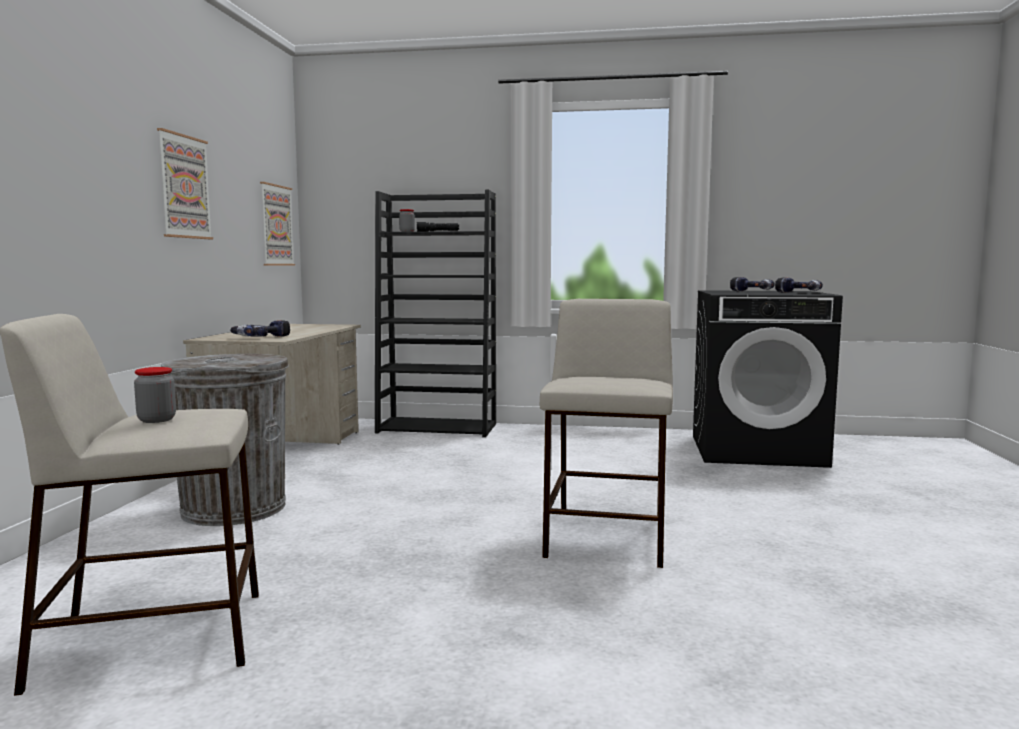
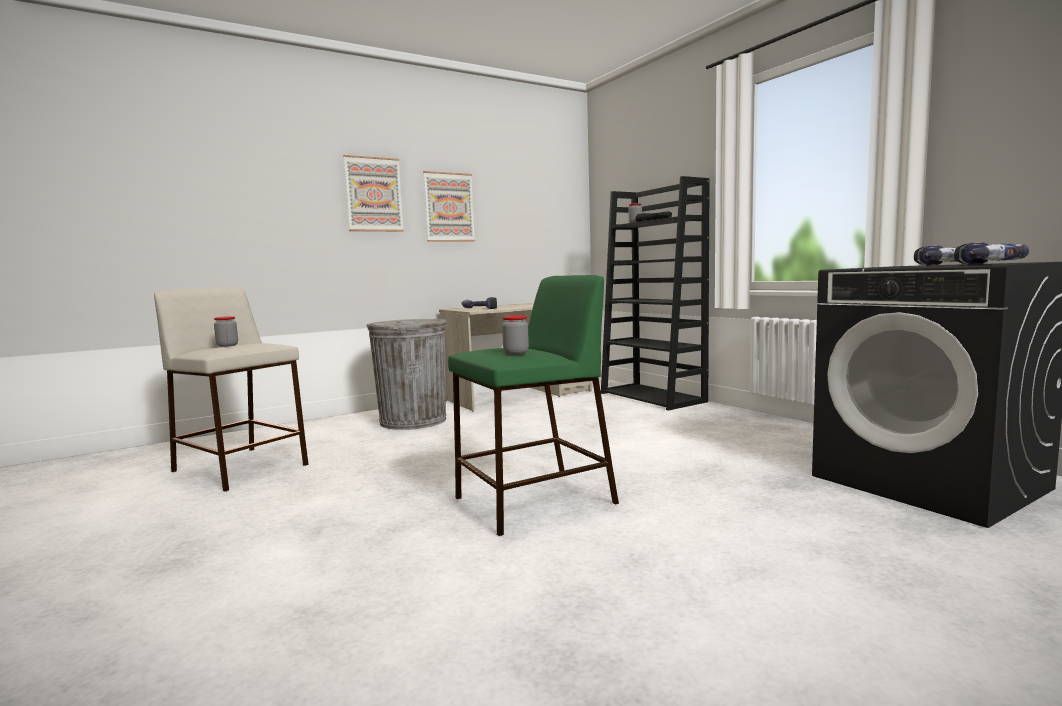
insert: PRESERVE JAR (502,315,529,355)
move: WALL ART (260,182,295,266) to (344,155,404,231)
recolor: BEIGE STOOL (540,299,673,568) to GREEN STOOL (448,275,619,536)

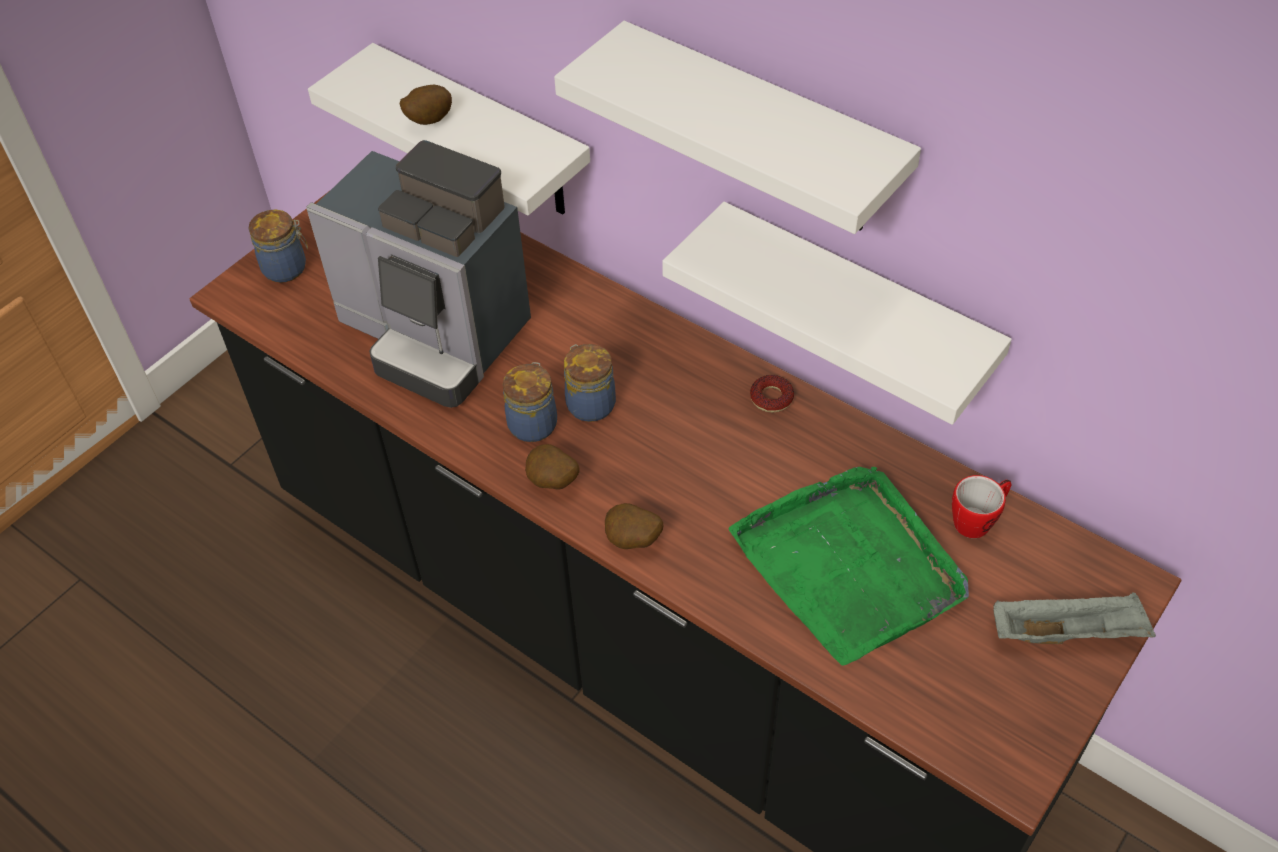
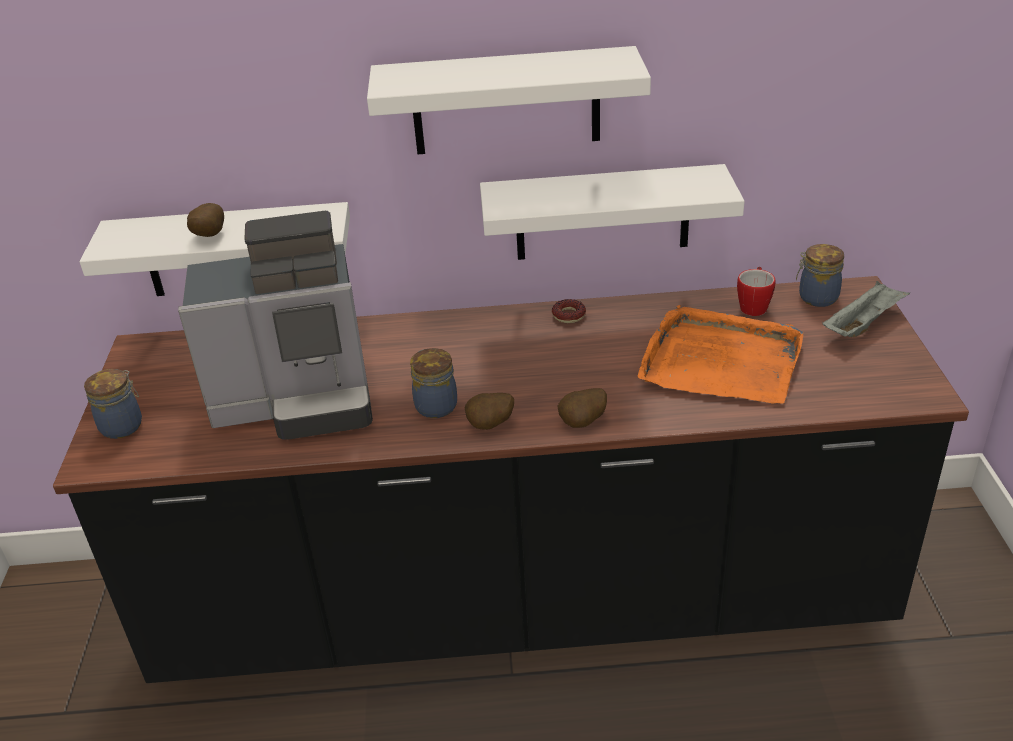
move: PRESERVE JAR (564,344,616,422) to (796,244,844,307)
recolor: GREEN SERVING TRAY (728,467,969,666) to ORANGE SERVING TRAY (638,305,804,404)

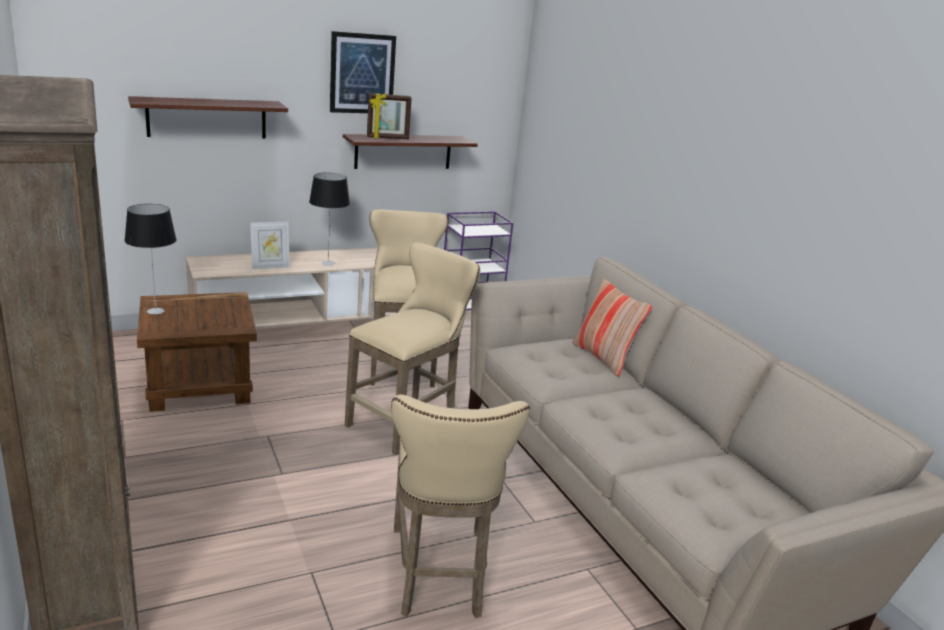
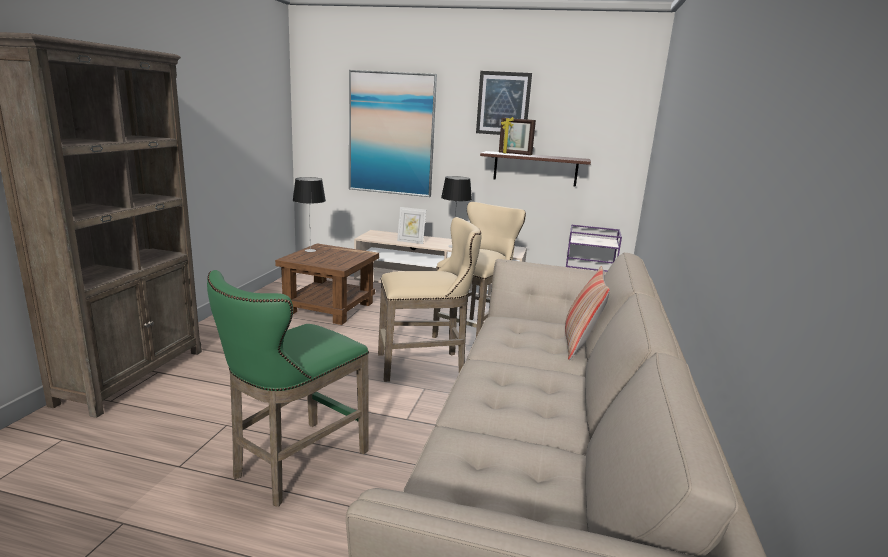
replace: BRACKET SHELF (128,96,288,139) to WALL ART (349,70,437,197)
recolor: BEIGE STOOL (391,395,530,618) to GREEN STOOL (207,270,369,507)

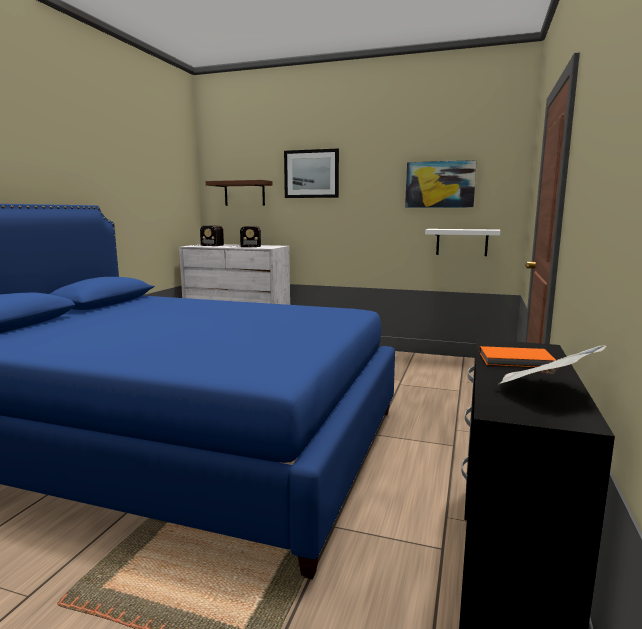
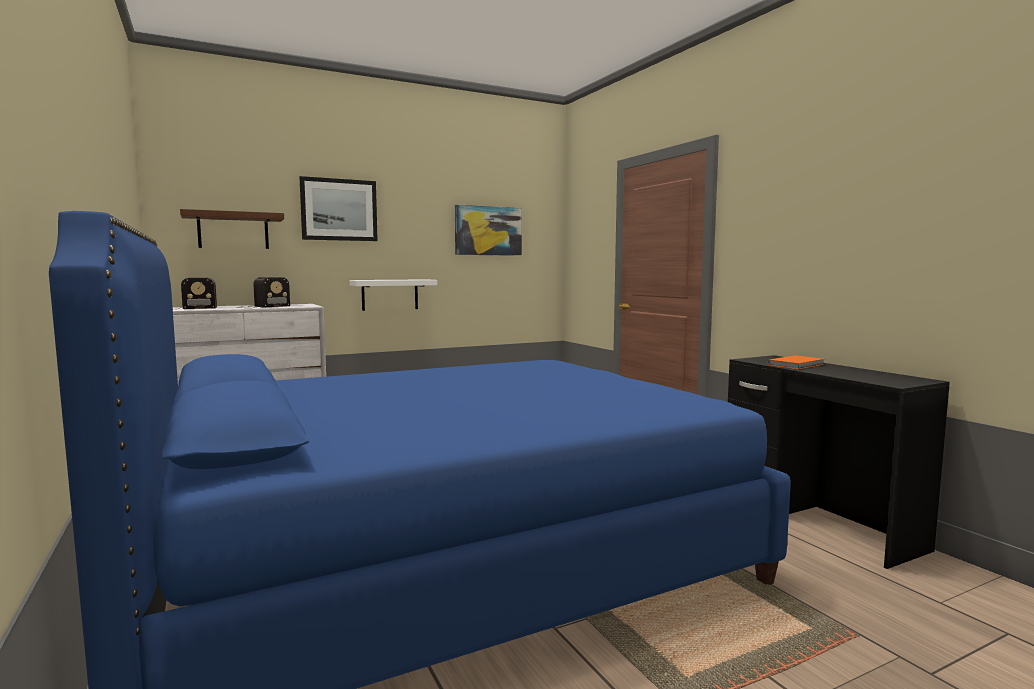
delete: DAILY PAPER (499,345,606,384)
move: WHITE-COLOURED BRACKET SHELF (425,229,500,256) to (350,279,437,311)

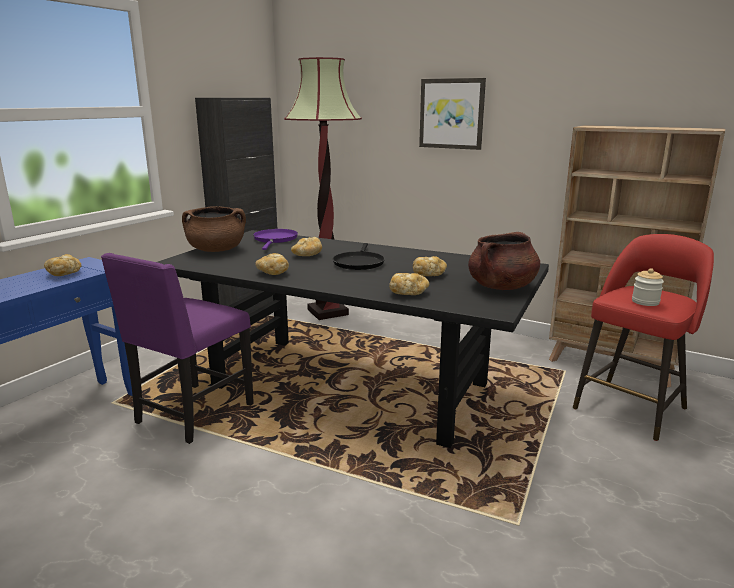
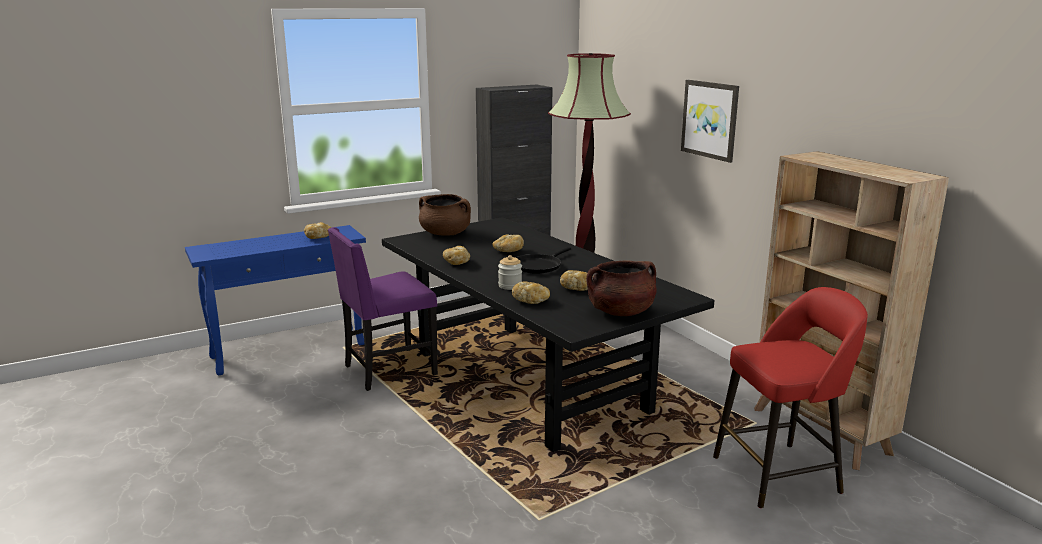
delete: PURPLE SKILLET (253,229,298,250)
move: PRESERVE JAR (632,268,664,306) to (498,255,522,290)

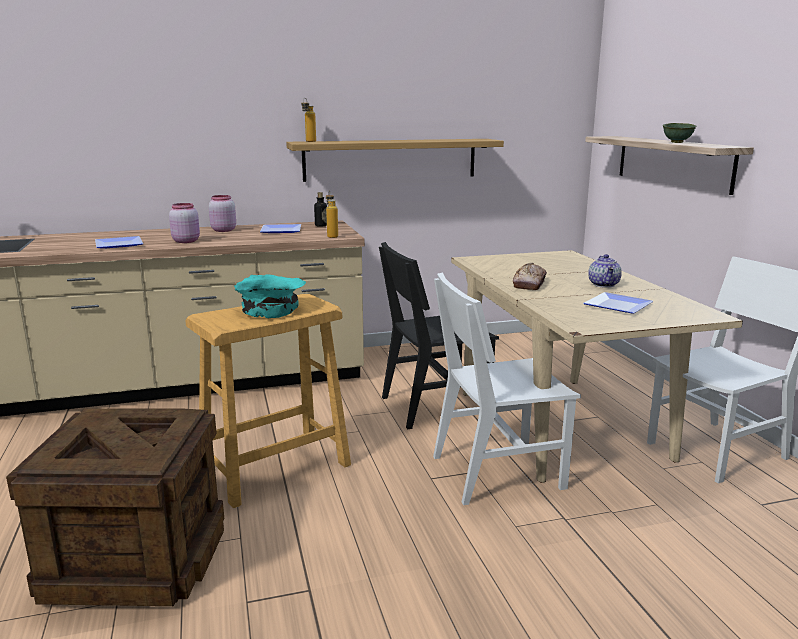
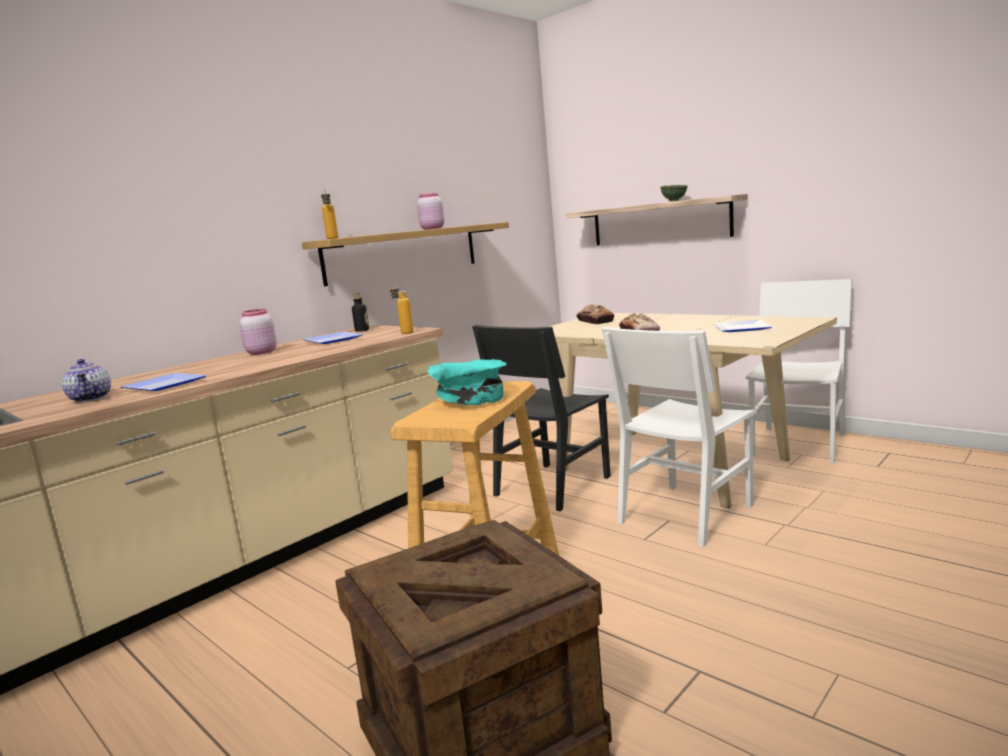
insert: BAKERY BREAD (577,304,615,324)
move: PINK PRESERVE JAR (169,203,200,243) to (417,193,444,230); TEA POT (588,254,622,288) to (62,359,111,402)

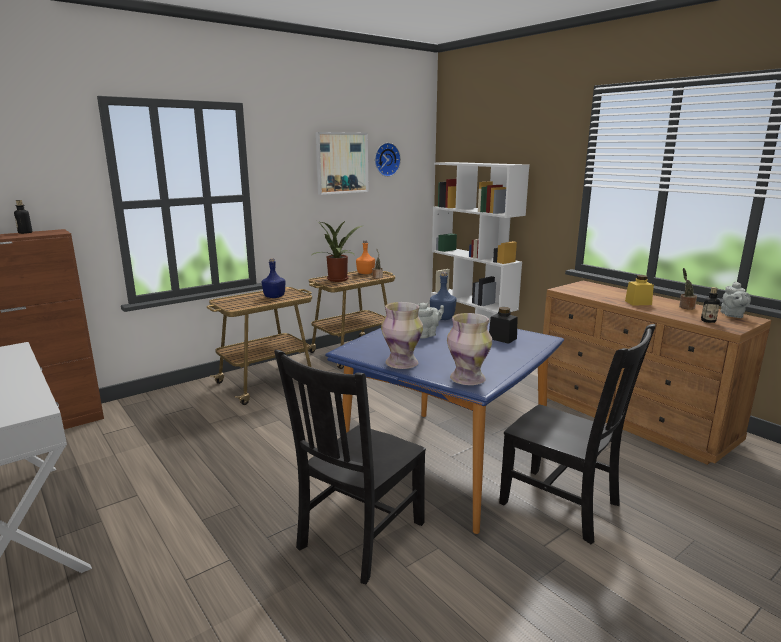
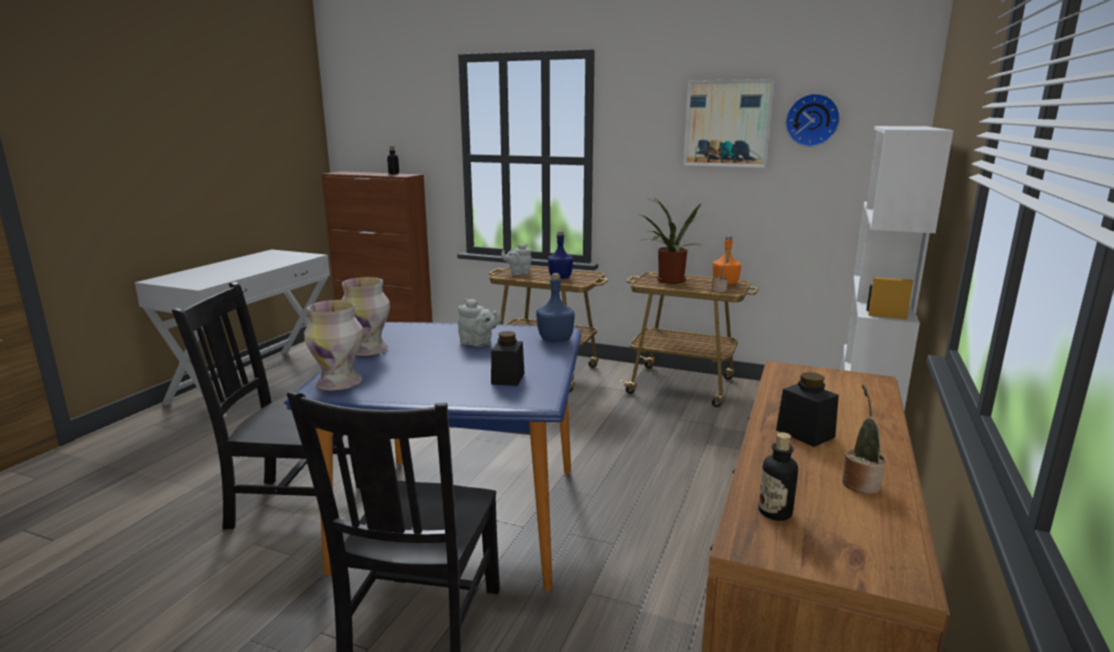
move: GREY TEA POT (721,281,751,318) to (501,244,532,275)
recolor: YELLOW PRESERVE JAR (625,275,654,306) to BLACK-COLOURED PRESERVE JAR (776,372,839,447)

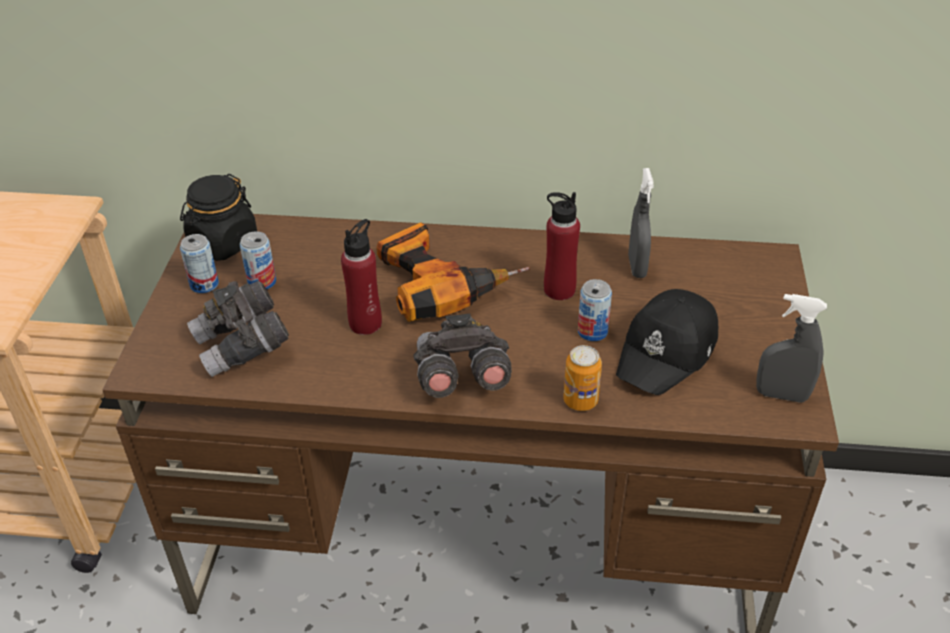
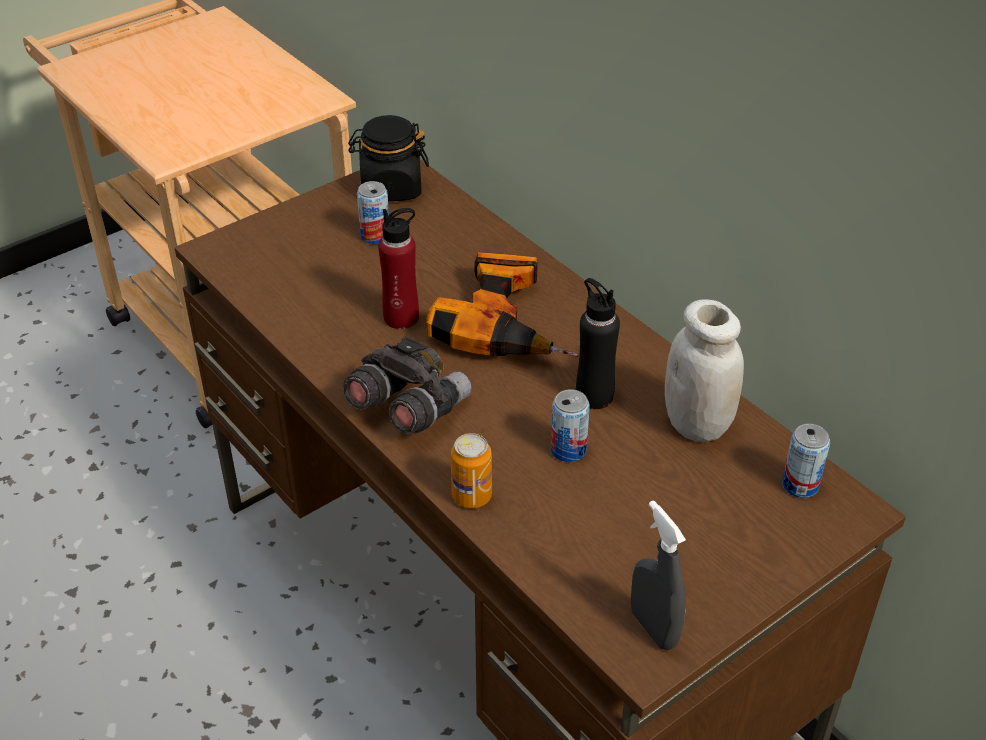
delete: GREY BINOCULARS (187,281,289,377); BLACK-COLOURED BASEBALL CAP (616,289,718,395)
move: CAN (180,234,219,293) to (782,424,830,498)
replace: GREY HAND SPRAYER (628,168,654,278) to WHITE-COLOURED PRESERVE JAR (665,299,744,442)
recolor: RED-COLOURED BOTTLE (544,192,580,300) to BLACK-COLOURED BOTTLE (576,278,620,409)

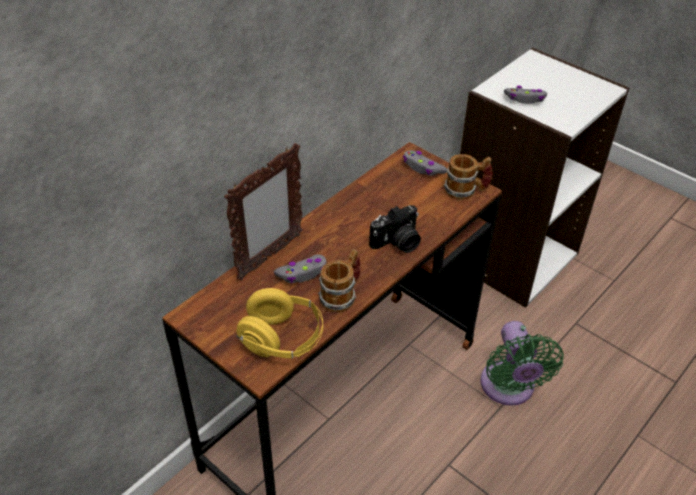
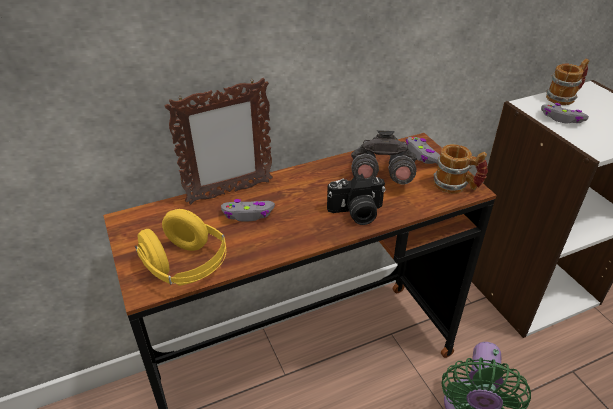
insert: GREY BINOCULARS (351,130,417,185)
move: MUG (318,249,361,313) to (546,58,589,105)

